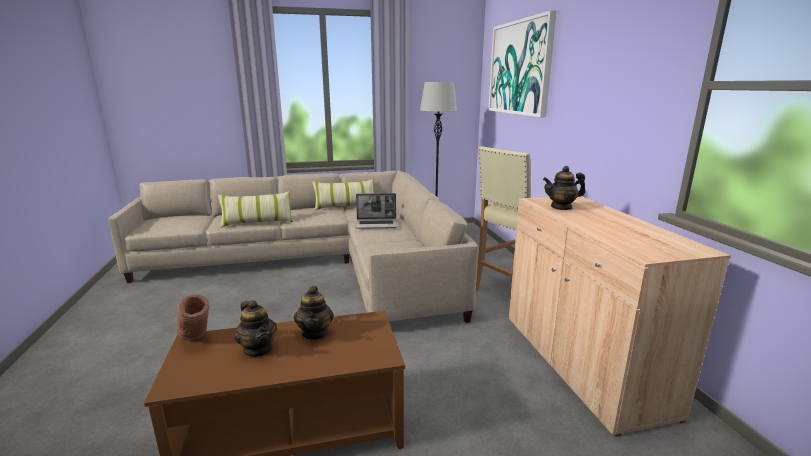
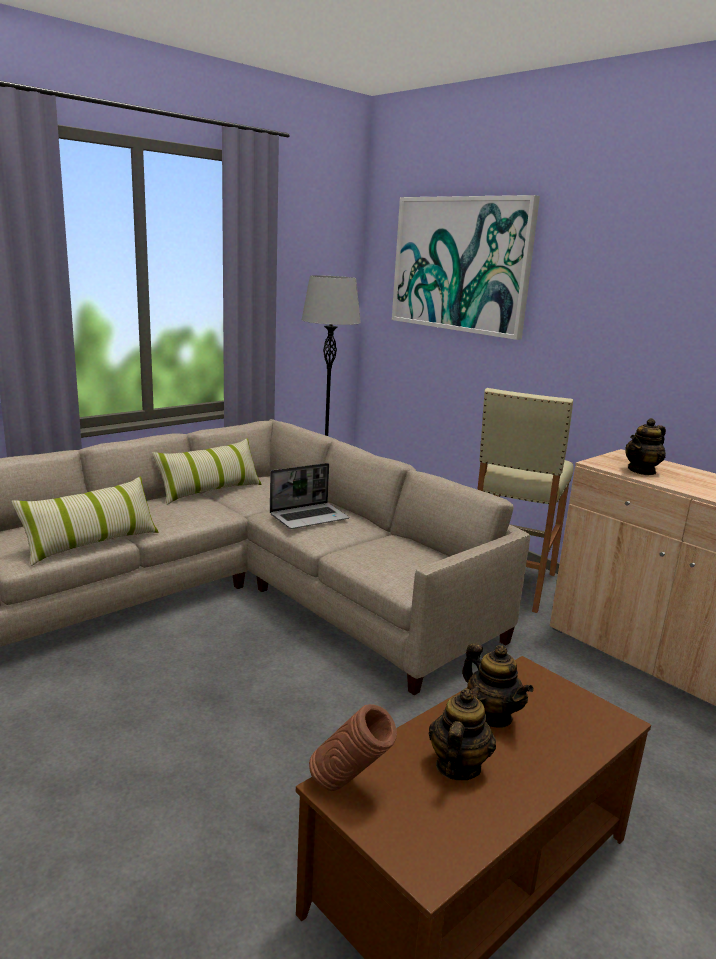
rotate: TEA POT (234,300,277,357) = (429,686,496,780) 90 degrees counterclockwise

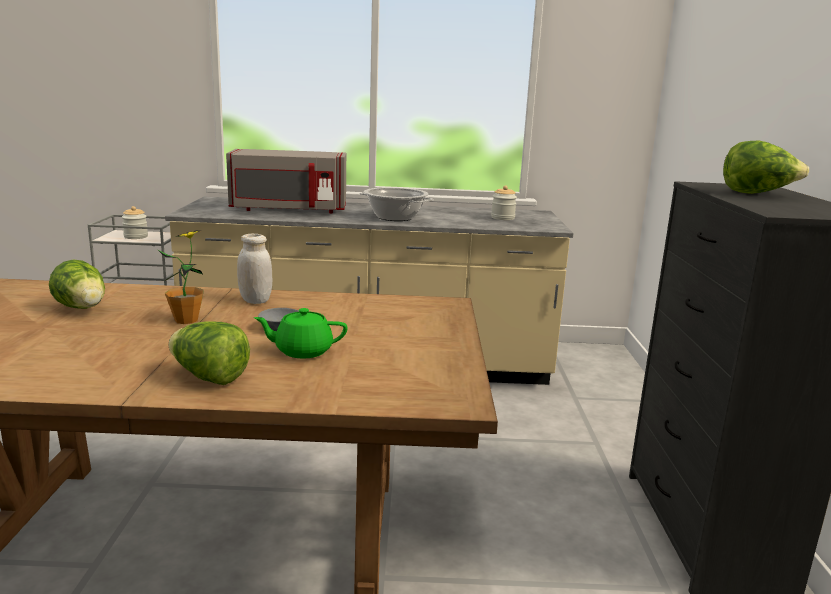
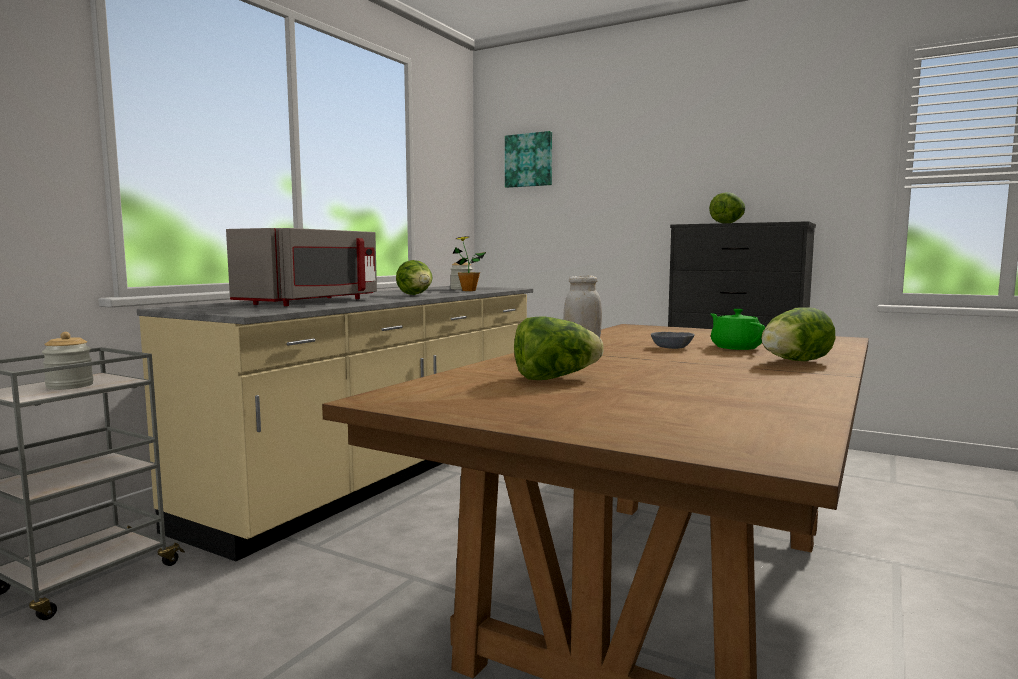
insert: WALL ART (505,131,552,188)
move: HOUSEPLANT (157,230,204,324) to (453,236,486,291)
replace: STOCKPOT (360,187,433,221) to LETTUCE (396,260,433,295)
rotate: GREEN TEA POT (254,308,348,359) = (710,309,765,350) 135 degrees clockwise

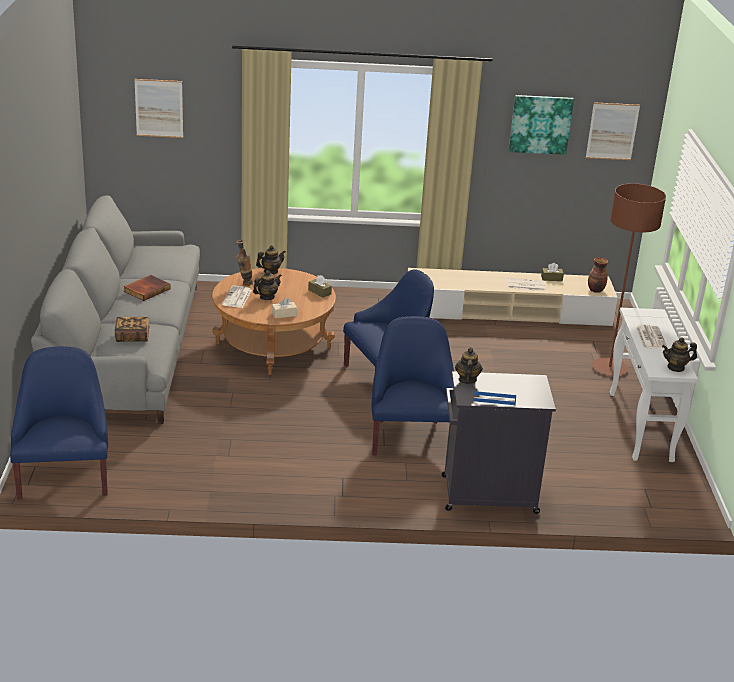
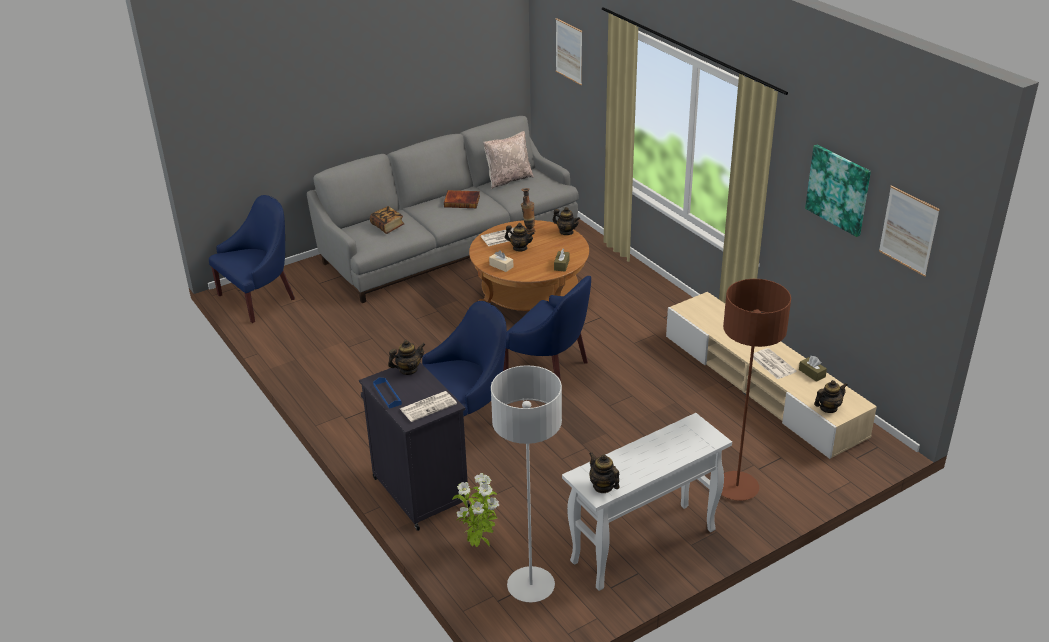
insert: HOUSEPLANT (452,473,499,547); BEIGE THROW PILLOW (483,131,534,189); GREY STANDARD LAMP (491,365,562,602)
move: DAILY PAPER (636,325,667,349) to (400,391,457,422)
replace: DECORATIVE VASE (588,257,608,293) to TEA POT (814,380,847,413)

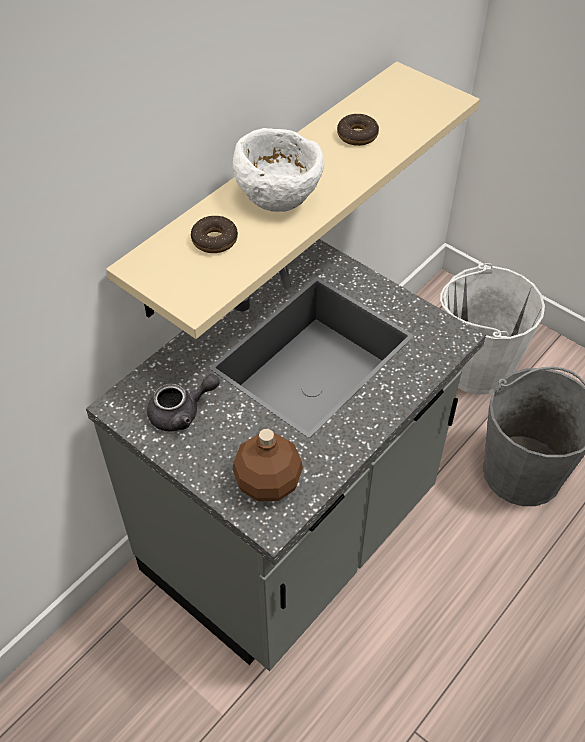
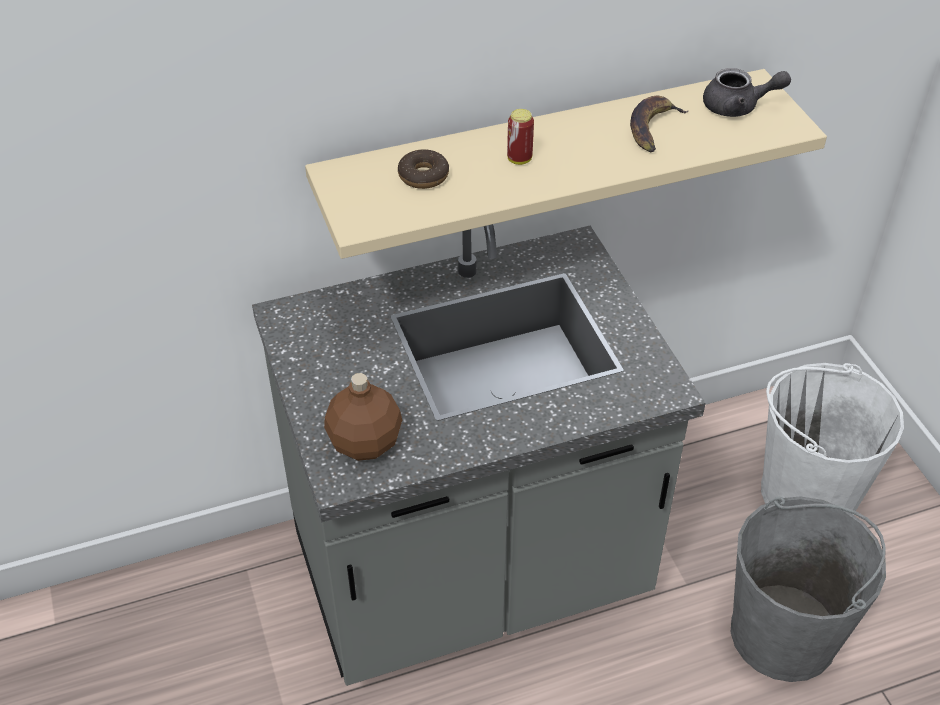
move: GREY TEA POT (147,374,220,431) to (703,68,791,117)
replace: WHITE-COLOURED SERVING BOWL (233,128,324,212) to CAN (507,109,534,165); DONUT (337,114,379,146) to WHOLE BANANA (630,96,688,153)

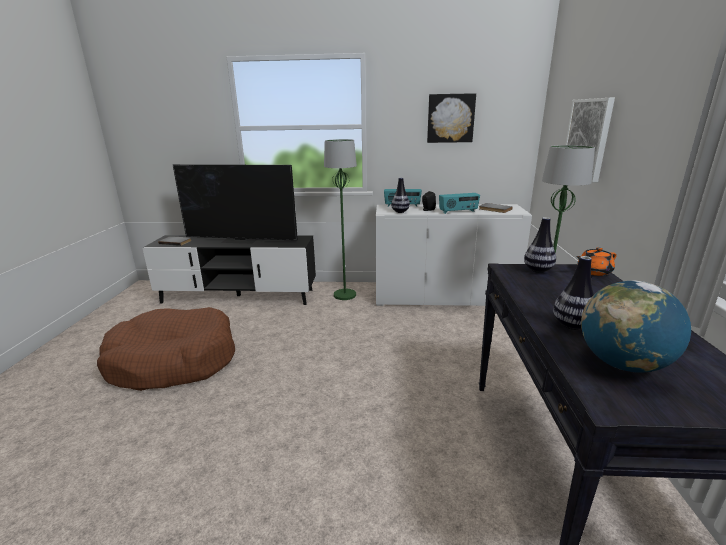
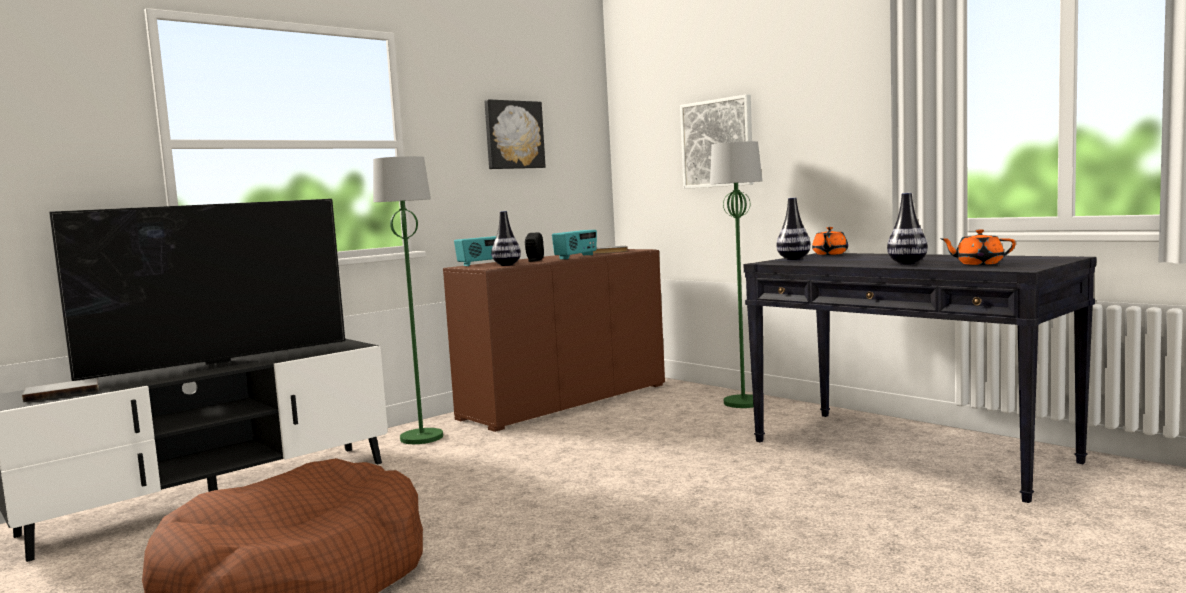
replace: GLOBE (581,280,691,373) to ORANGE TEA POT (939,229,1016,265)
recolor: WHITE-COLOURED CABINET (376,204,532,306) to BROWN CABINET (443,249,665,432)

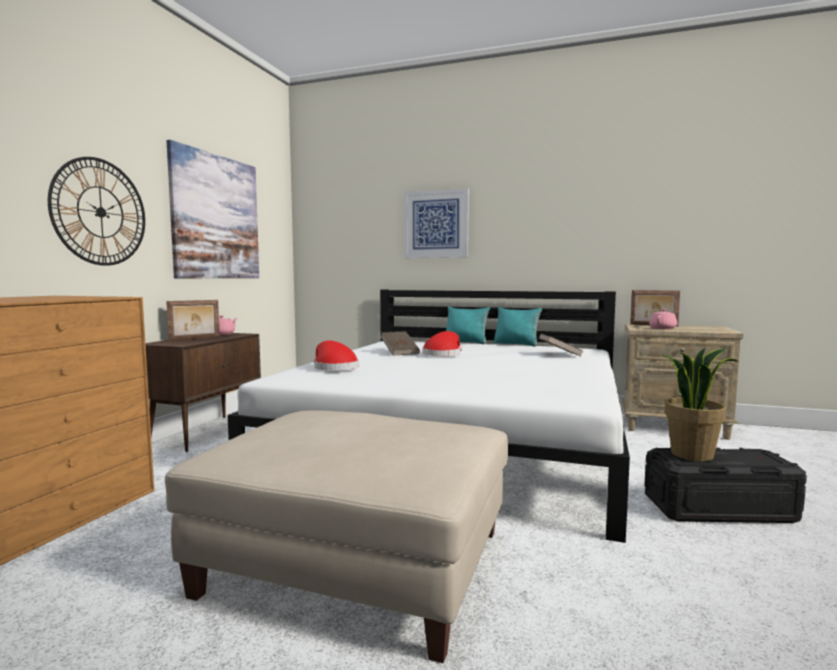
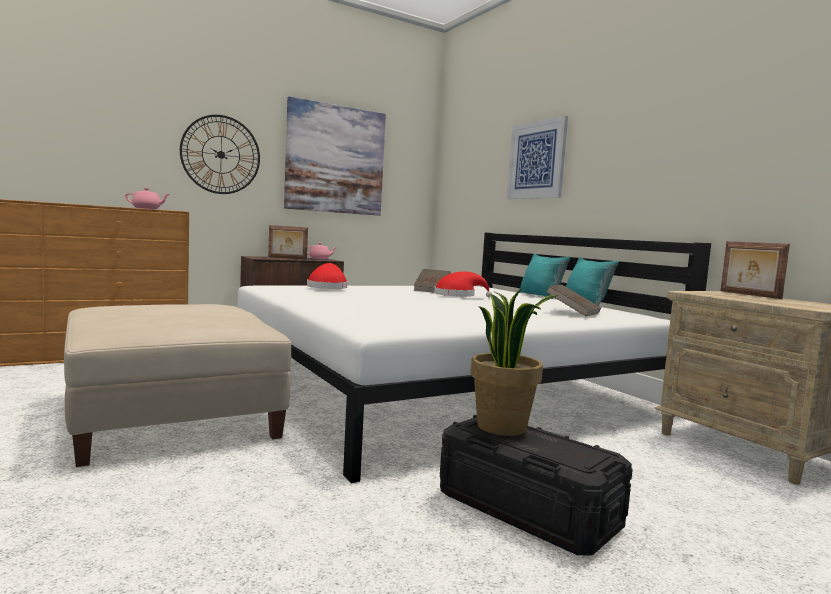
move: PINK TEA POT (649,309,677,329) to (125,188,169,209)

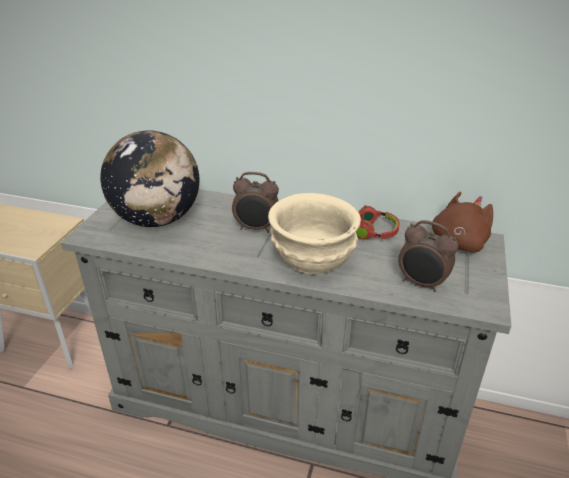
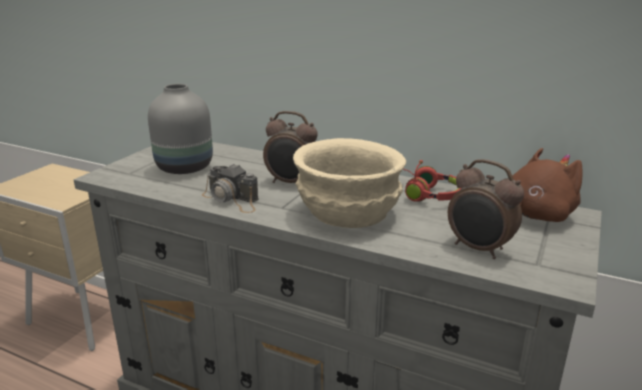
insert: PHOTO CAMERA (202,163,259,213)
replace: GLOBE (100,131,200,227) to GREY DECORATIVE VASE (148,84,213,174)

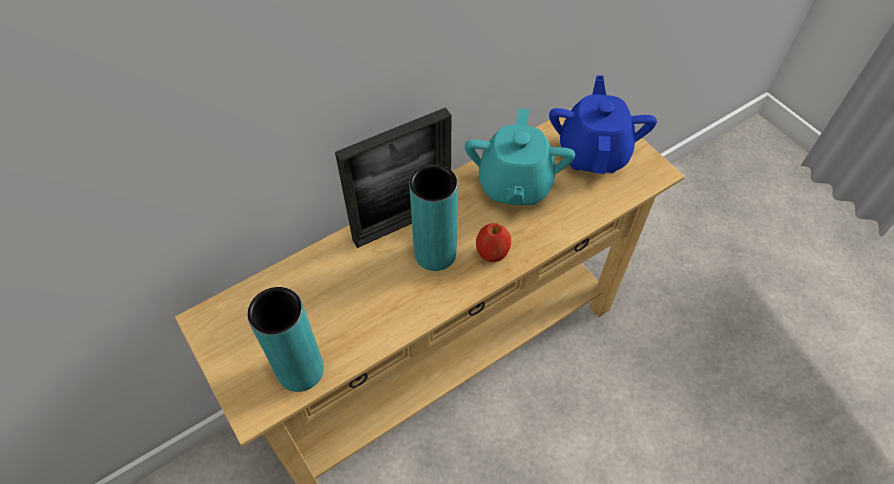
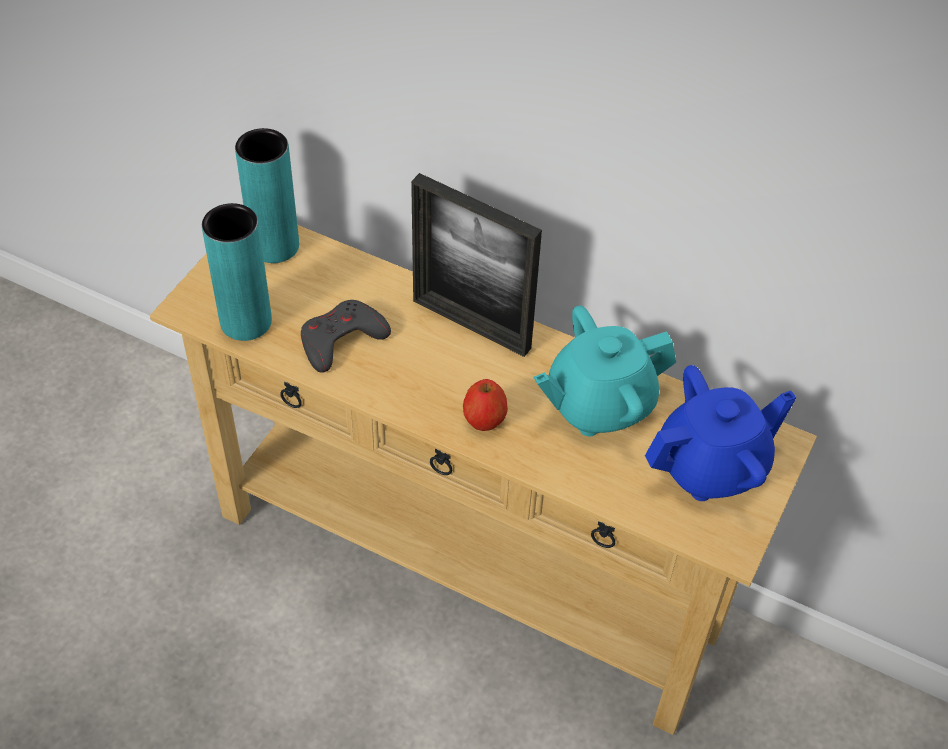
insert: GREY GAME CONTROLLER (301,300,391,373)
move: TURQUOISE DECORATIVE VASE (409,164,458,271) to (235,128,299,263)

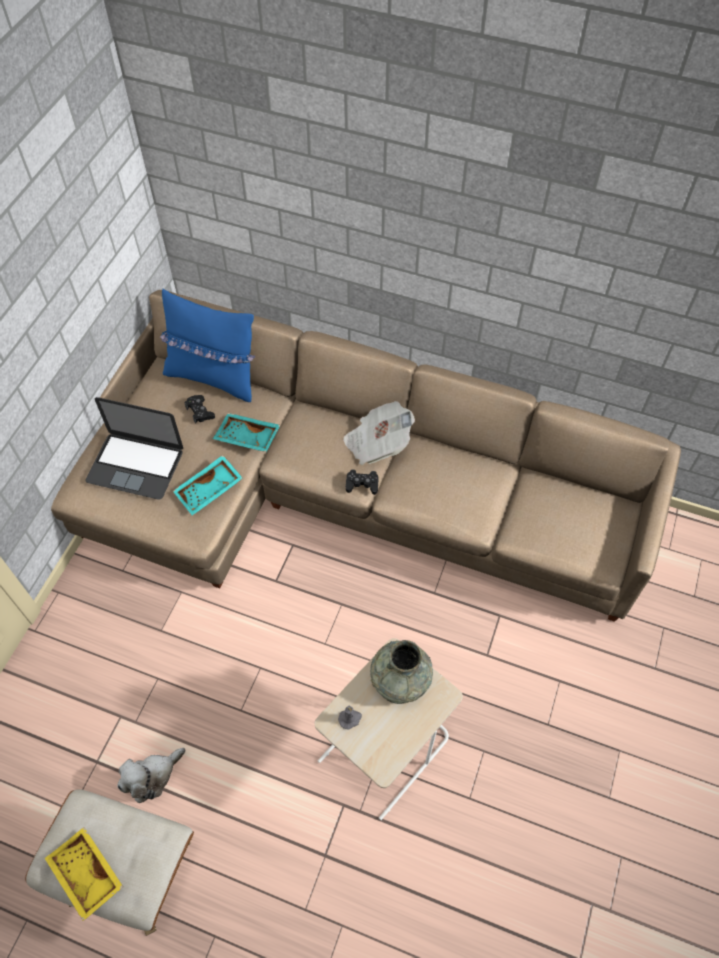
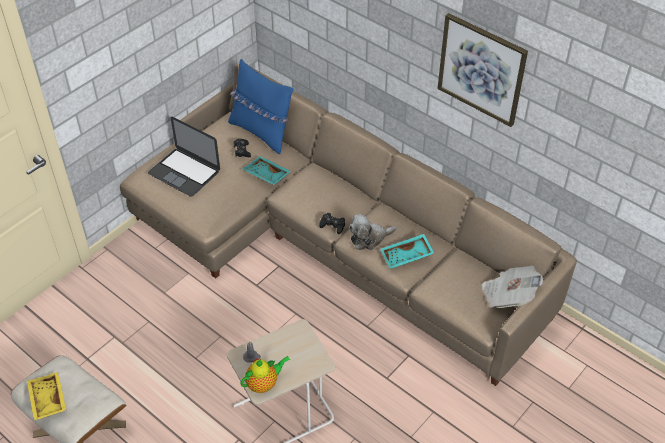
delete: GREY DECORATIVE VASE (370,640,433,704)
insert: TEA POT (240,356,290,393); WALL ART (438,13,528,127)
move: PLUSH TOY (117,748,186,803) to (349,214,397,250); TURQUOISE SERVING TRAY (173,455,243,515) to (380,234,435,269); DAILY PAPER (343,401,415,465) to (482,266,543,308)

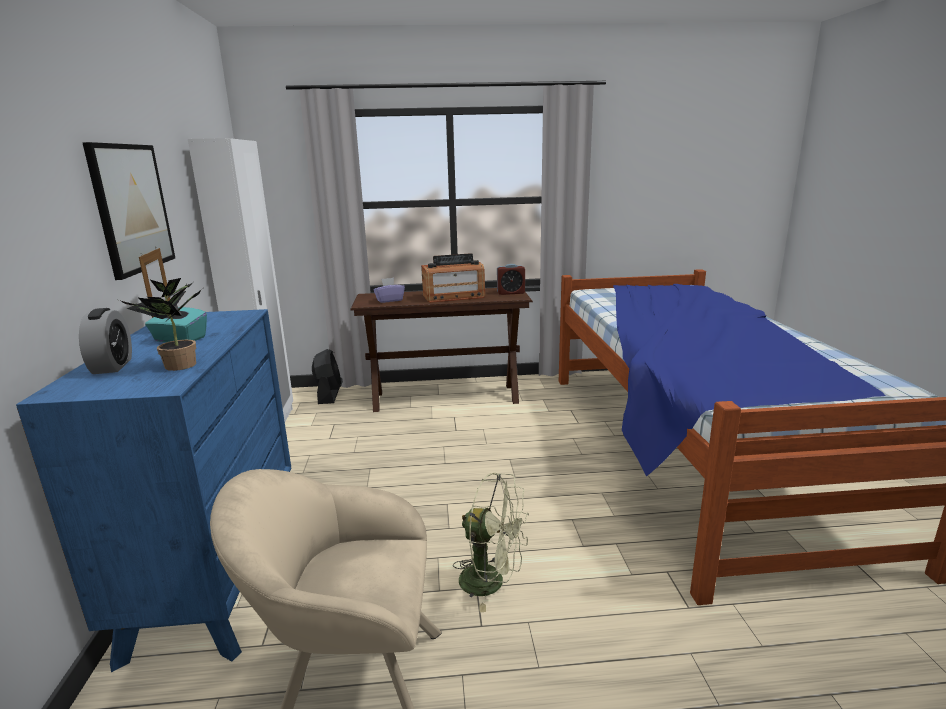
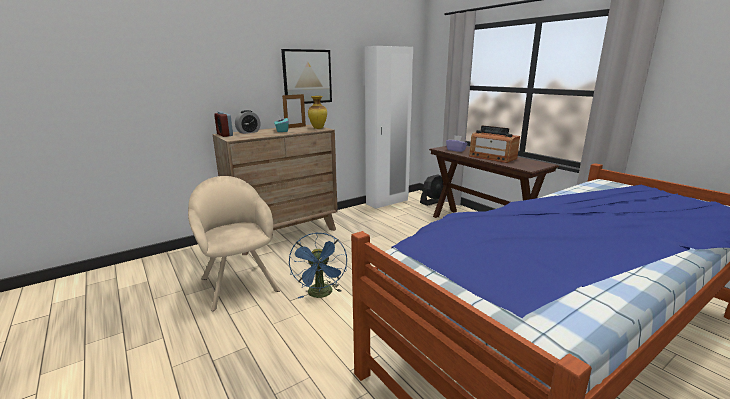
delete: HOUSEPLANT (119,278,202,371)
insert: DECORATIVE VASE (308,96,327,129)
move: ALARM CLOCK (497,264,525,295) to (214,111,233,137)
recolor: BLUE CHEST OF DRAWERS (16,309,291,672) to BROWN CHEST OF DRAWERS (212,124,338,255); GREEN ELECTRIC FAN (453,473,529,612) to BLUE ELECTRIC FAN (289,233,347,299)

